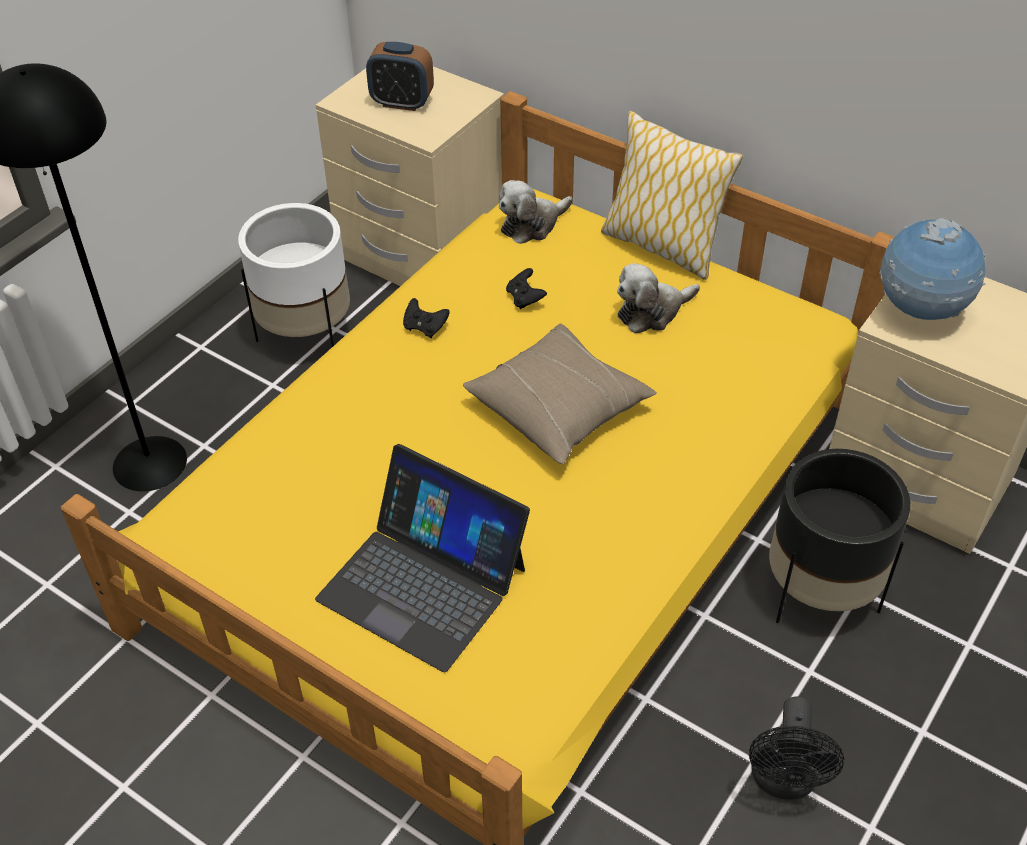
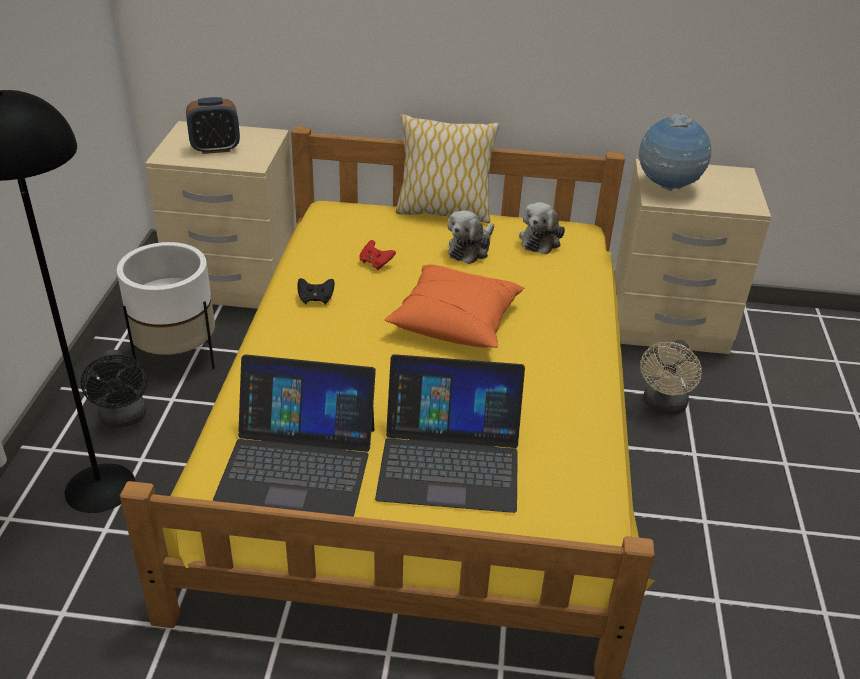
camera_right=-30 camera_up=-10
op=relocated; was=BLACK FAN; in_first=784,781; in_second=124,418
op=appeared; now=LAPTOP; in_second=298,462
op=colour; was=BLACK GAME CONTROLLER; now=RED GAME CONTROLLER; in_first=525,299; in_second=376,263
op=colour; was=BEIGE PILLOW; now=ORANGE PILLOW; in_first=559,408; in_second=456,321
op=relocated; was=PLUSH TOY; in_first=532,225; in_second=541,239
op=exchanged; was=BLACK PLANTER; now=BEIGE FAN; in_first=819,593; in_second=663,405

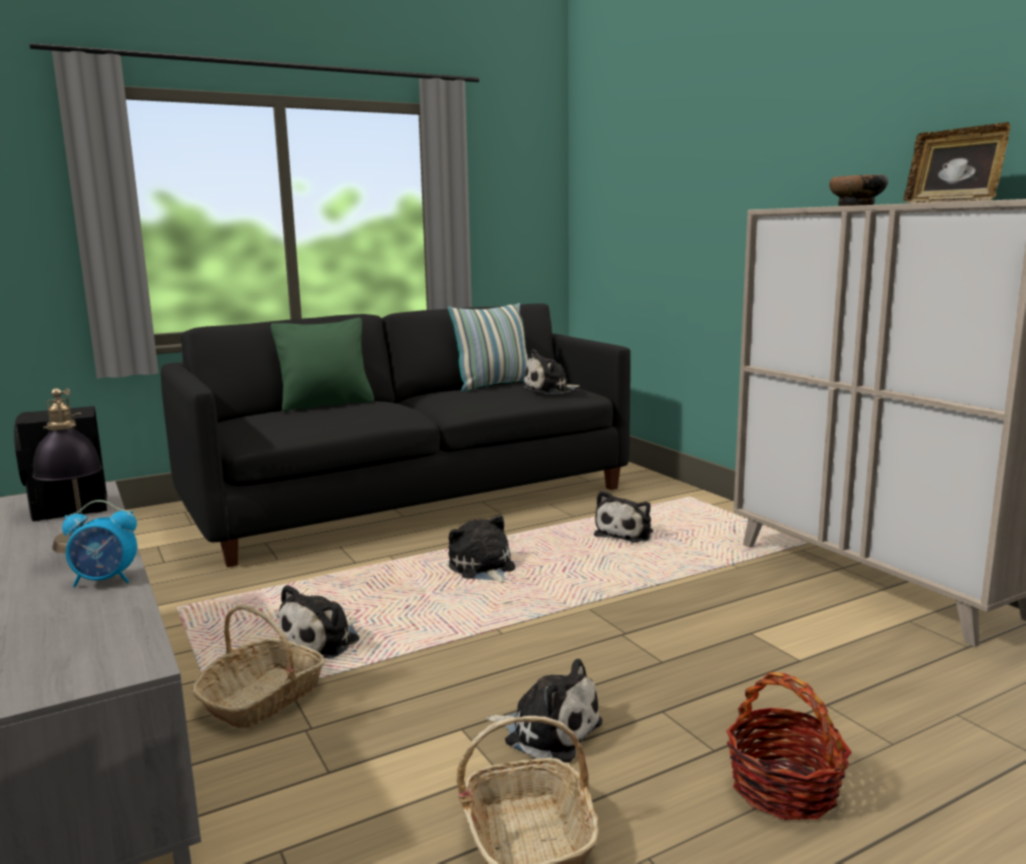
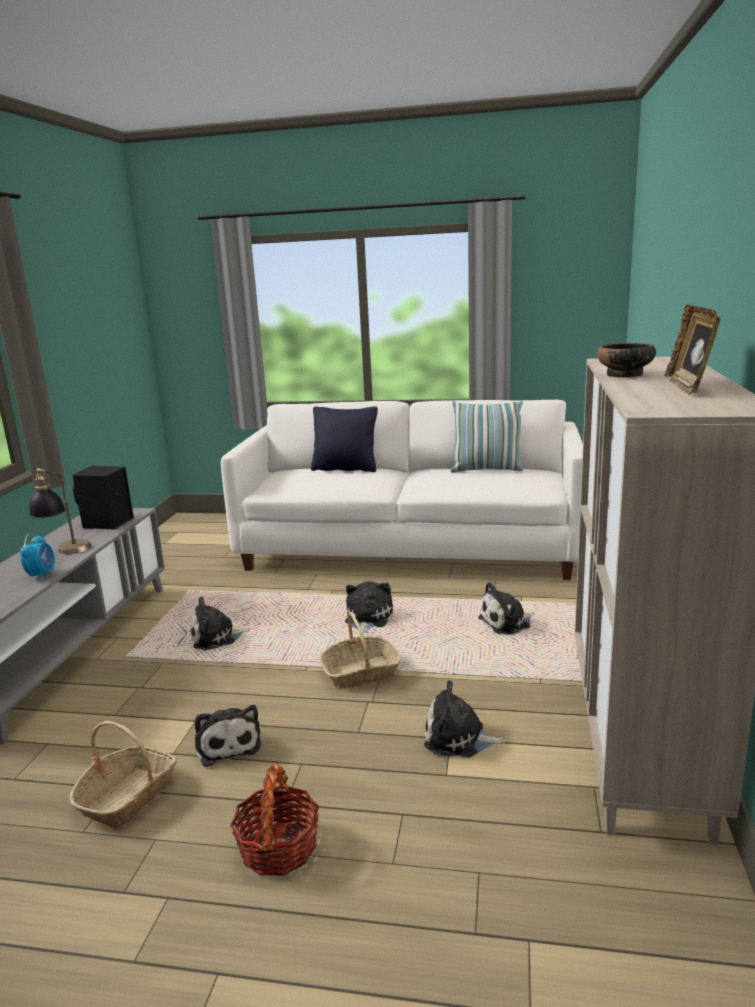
camera_right=40 camera_up=5
op=spun; was=ALARM CLOCK; in_first=105,580; in_second=42,575; clockwise=-120
op=colour; was=BLACK SOFA; now=WHITE SOFA; in_first=410,499; in_second=409,548
op=colour; was=GREEN PILLOW; now=BLACK PILLOW; in_first=326,405; in_second=345,469
op=relocated; was=BASKET; in_first=262,698; in_second=360,673
op=relocated; was=PLUSH TOY; in_first=550,390; in_second=458,739

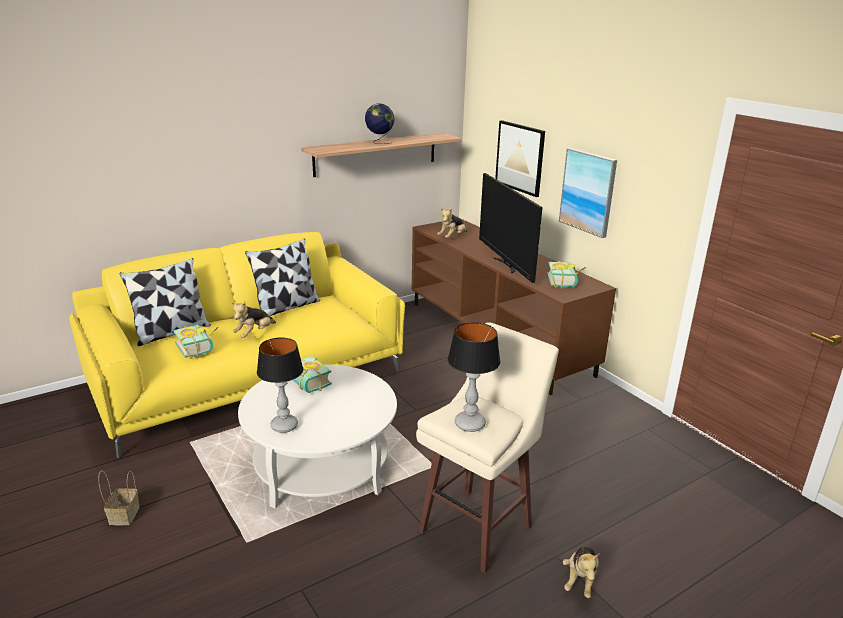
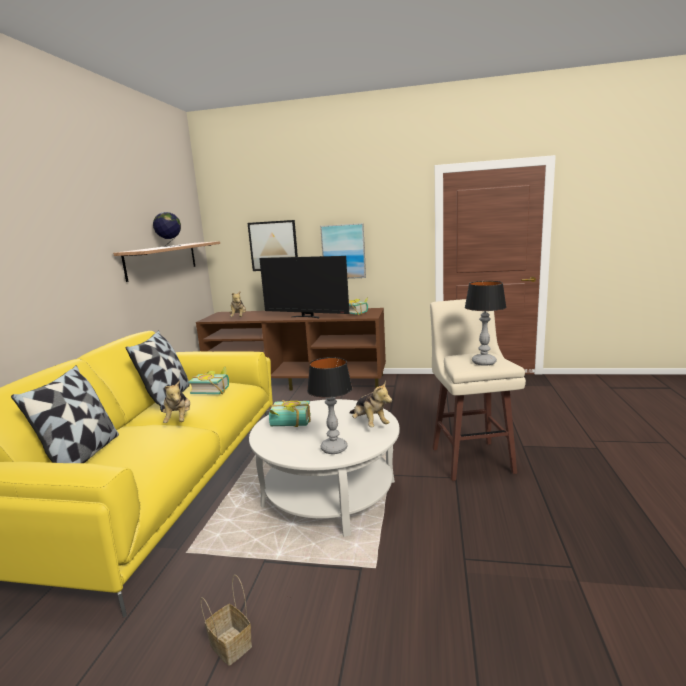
camera_right=-45 camera_up=-10
op=relocated; was=BOOK; in_first=199,348; in_second=212,390
op=relocated; was=PLUSH TOY; in_first=580,580; in_second=369,424

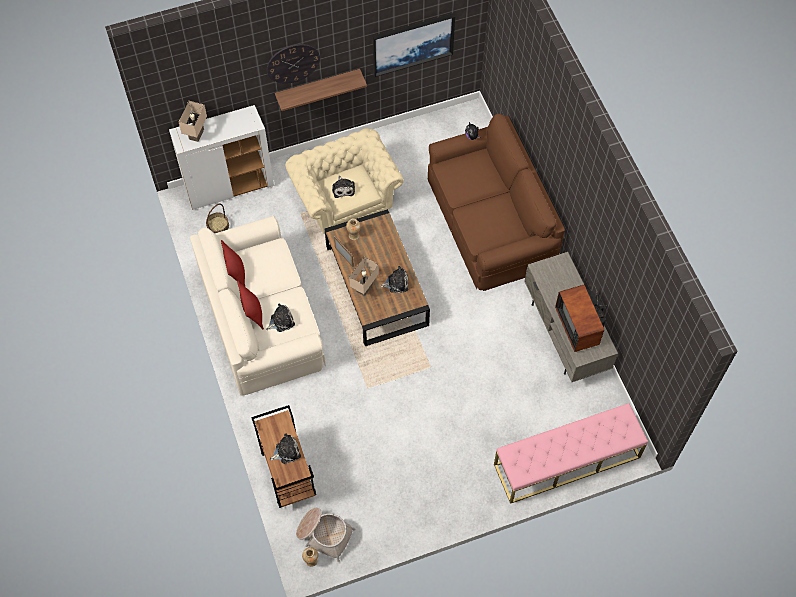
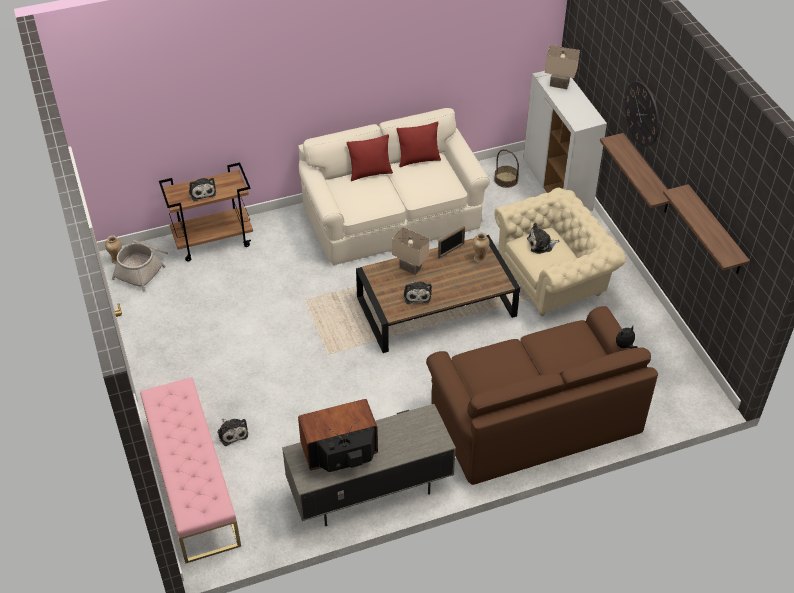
camera_right=90 camera_up=-15
op=relocated; was=PLUSH TOY; in_first=281,321; in_second=232,433
op=exchanged; was=PICTURE; now=SHELF; in_first=412,43; in_second=715,231

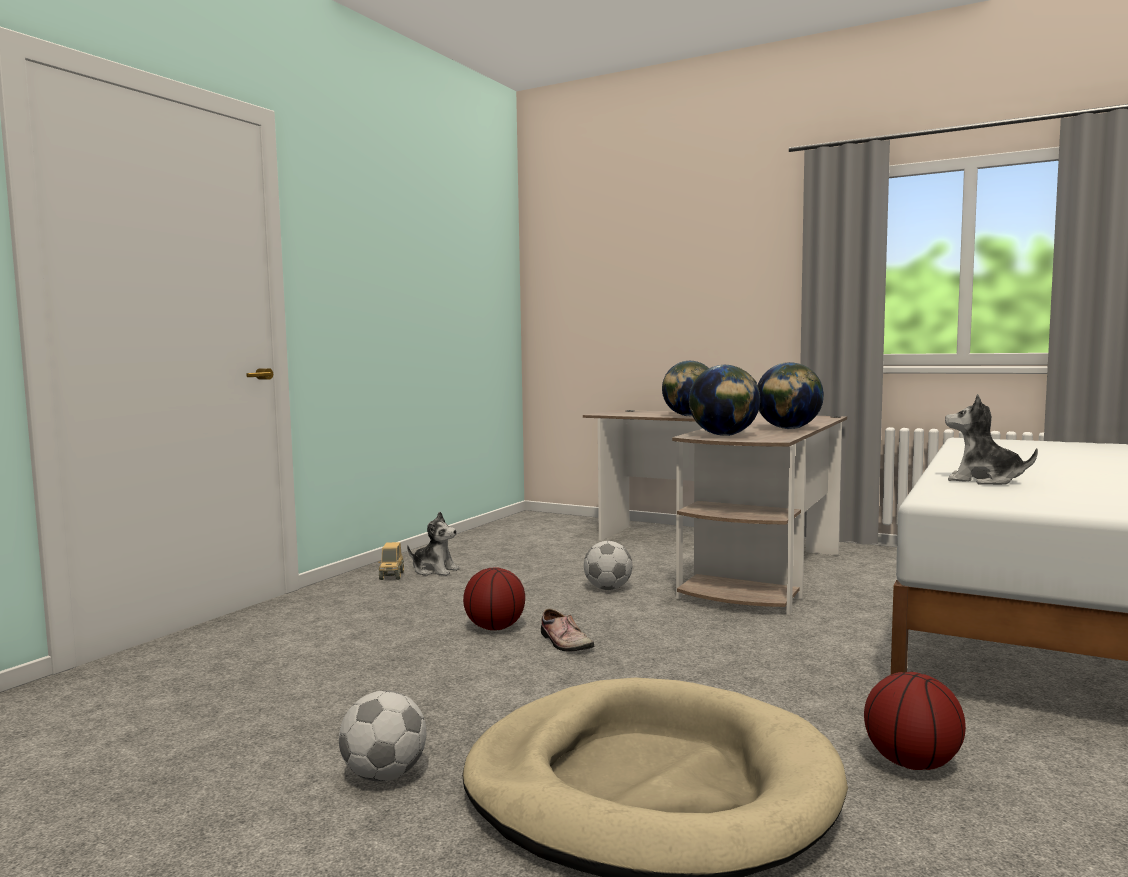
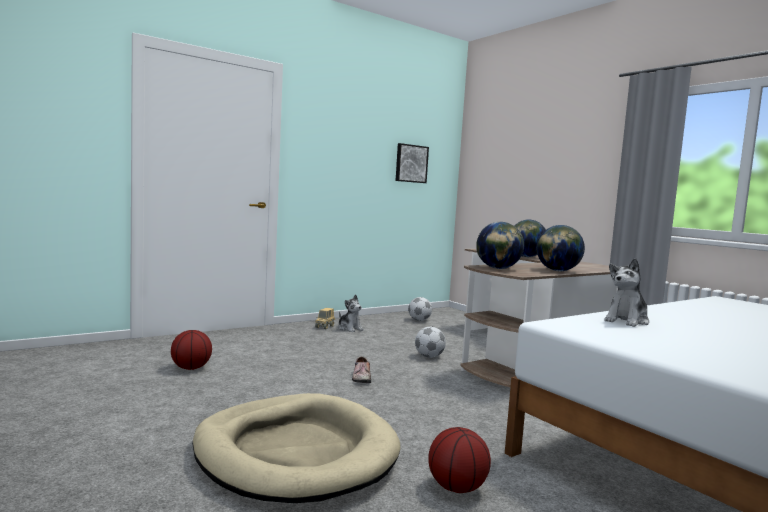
camera_right=25 camera_up=0
op=relocated; was=BASKETBALL; in_first=495,628; in_second=191,368
op=appeared; now=PICTURE; in_second=411,163
op=relocated; was=FOOTBALL; in_first=384,775; in_second=419,320
op=spun; was=PLUSH TOY; in_first=983,481; in_second=626,321; clockwise=-105

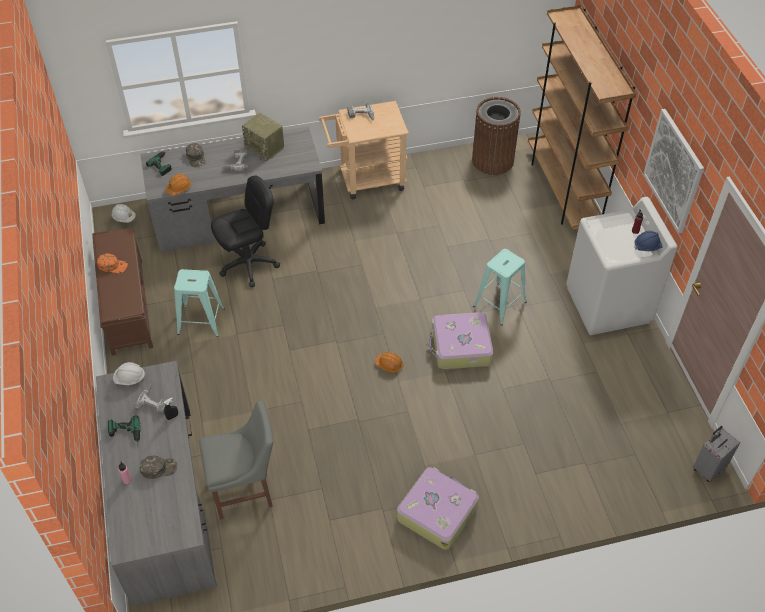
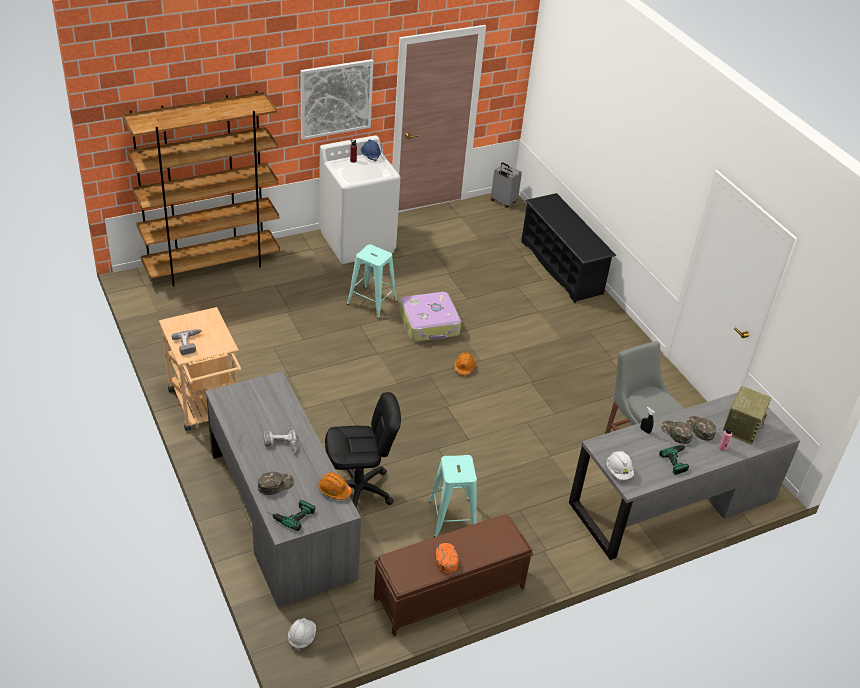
camera_right=-105 camera_up=-10
op=spun; was=BLACK OFFICE CHAIR; in_first=249,264; in_second=359,491; clockwise=120
op=appeared; now=BLACK SHOE RACK; in_second=561,267
op=appeared; now=GREEN CAP; in_second=676,433
op=relocated; was=RADIO; in_first=265,148; in_second=742,427
op=missing; was=POWER DRILL; in_first=155,401
op=missing; was=SUITCASE; in_first=437,512
op=missing; was=BROWN TRASH CAN; in_first=493,160

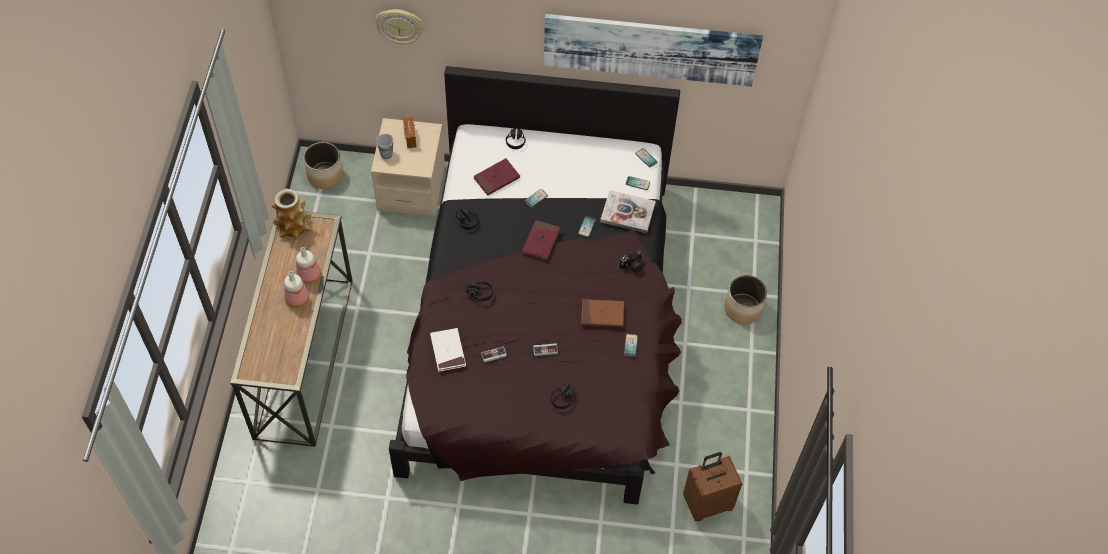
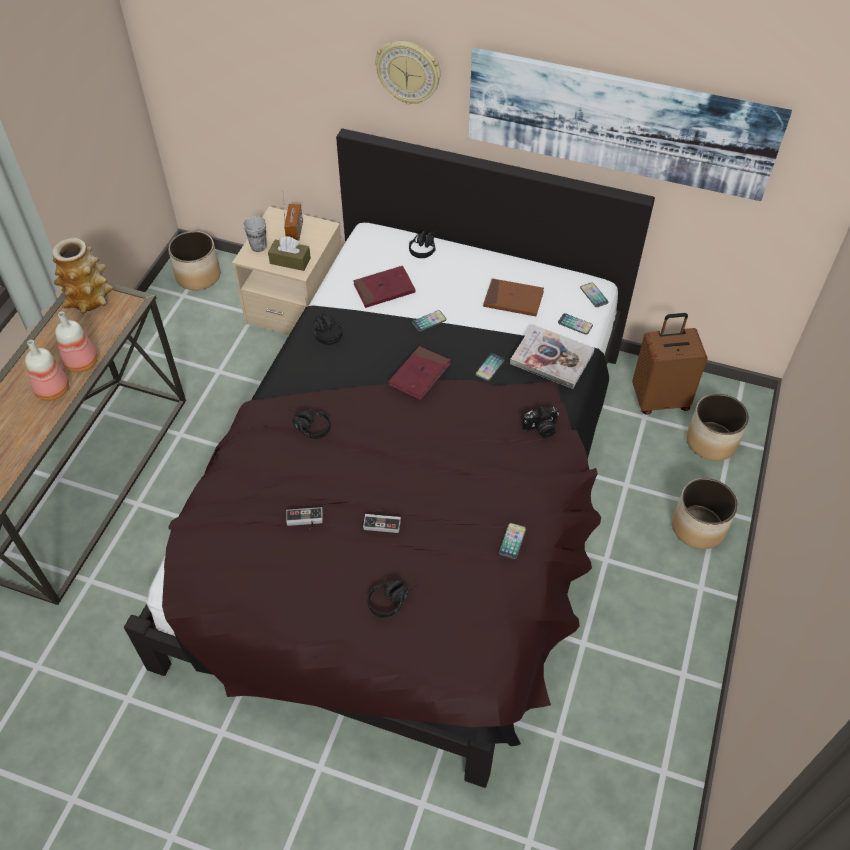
camera_right=15 camera_up=-5
op=appeared; now=BROWN TISSUE BOX; in_second=290,261
op=relocated; was=WALL CLOCK; in_first=400,26; in_second=408,72
op=relocated; was=BROWN BOOK; in_first=602,314; in_second=513,300
op=relocated; was=BROWN SUITCASE; in_first=707,503; in_second=659,399
op=appeared; now=PLANTER; in_second=711,441
op=missing; was=WHITE BOOK; in_first=448,351

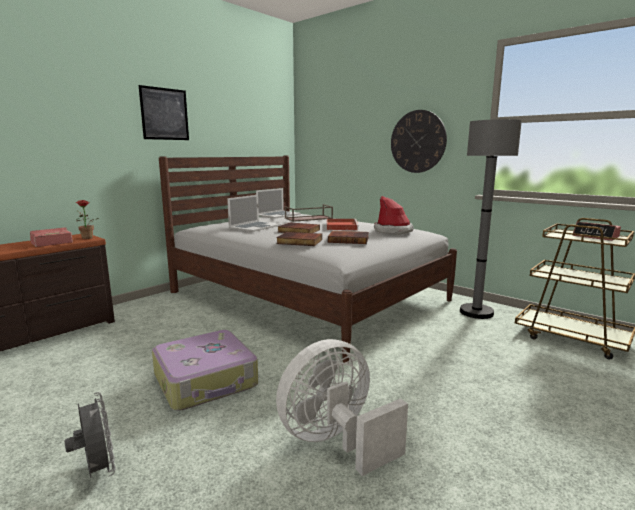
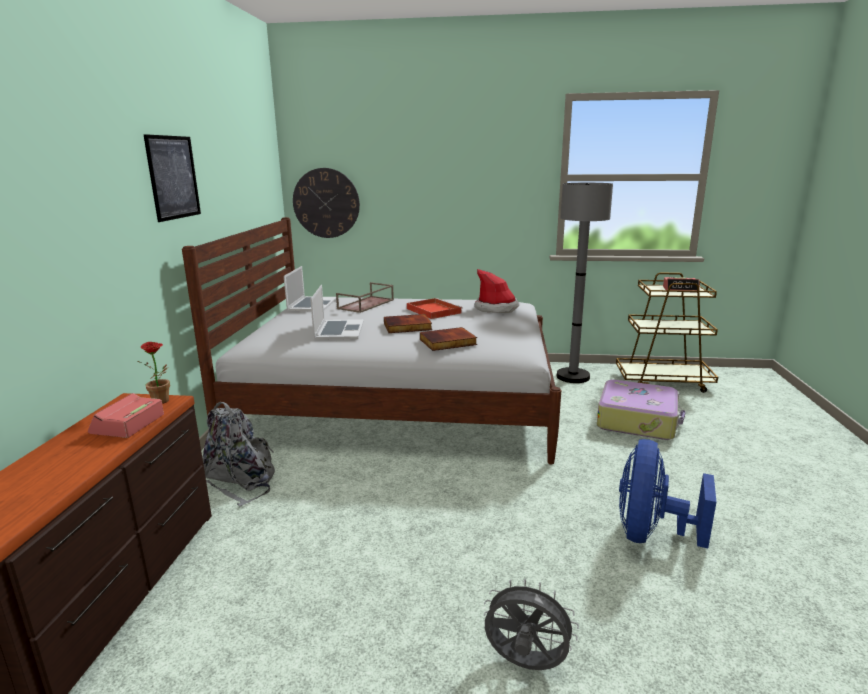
camera_right=-35 camera_up=5
op=appeared; now=GREY BACKPACK; in_second=240,480
op=relocated; was=WALL CLOCK; in_first=418,141; in_second=326,203
op=relocated; was=SUITCASE; in_first=206,380; in_second=637,420
op=colour; was=WHITE FAN; now=BLUE FAN; in_first=335,441; in_second=650,533
op=missing; was=BOOK; in_first=349,240

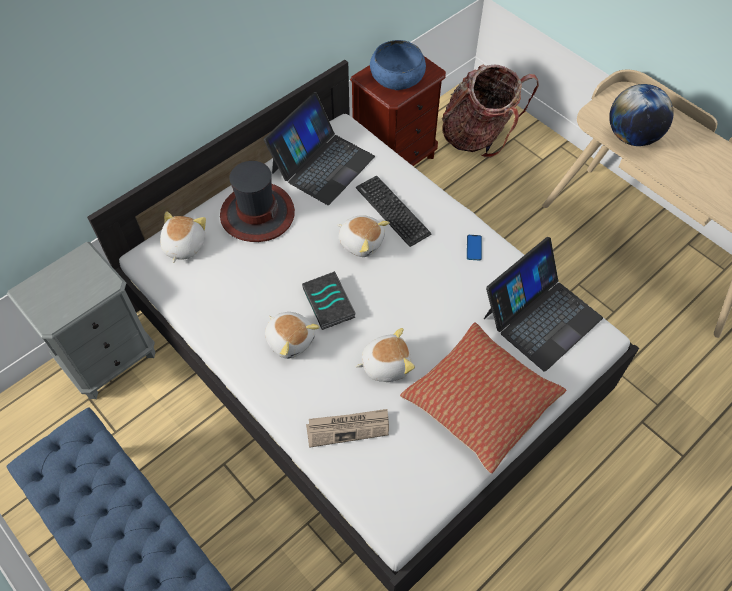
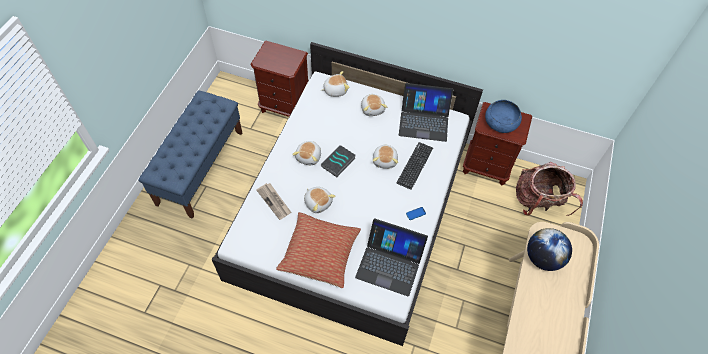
camera_right=60 camera_up=0
op=colour; was=GREY NIGHTSTAND; now=BROWN NIGHTSTAND; in_first=109,358; in_second=284,106
op=exchanged; was=HAT; now=PLUSH TOY; in_first=257,214; in_second=373,109

